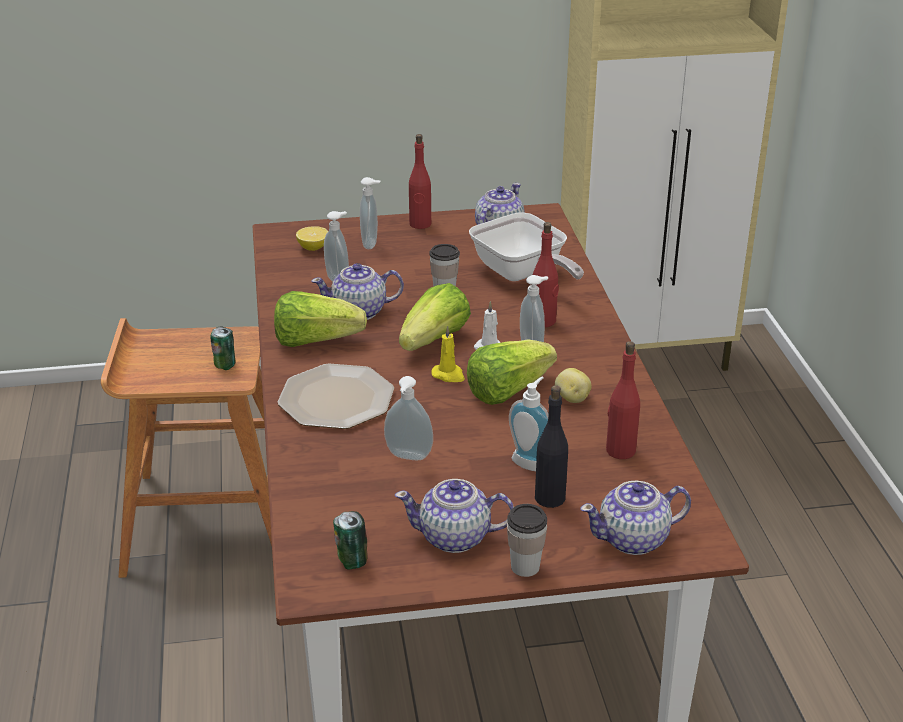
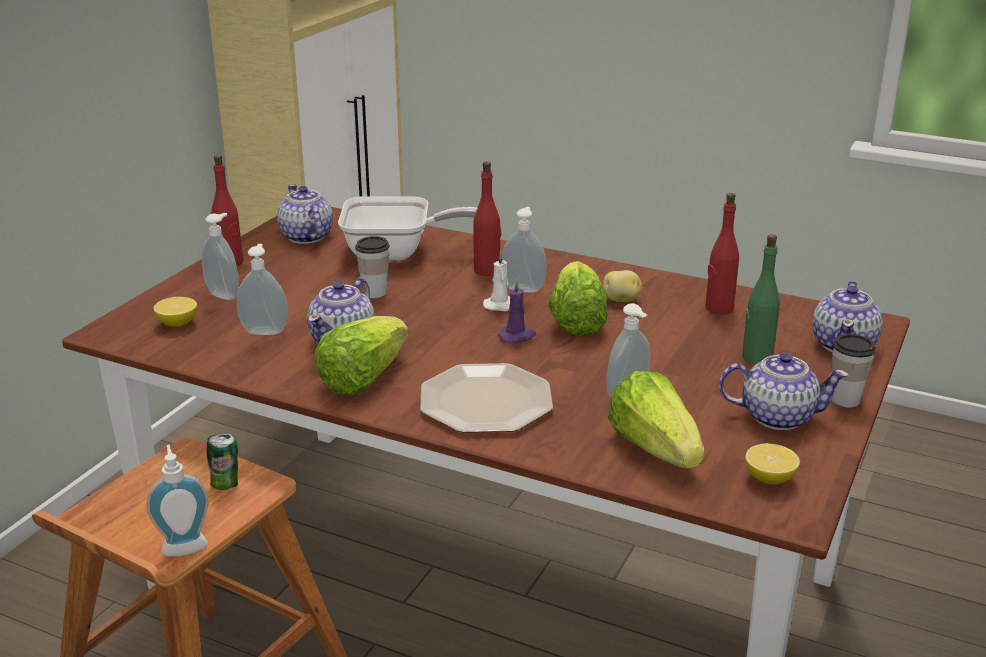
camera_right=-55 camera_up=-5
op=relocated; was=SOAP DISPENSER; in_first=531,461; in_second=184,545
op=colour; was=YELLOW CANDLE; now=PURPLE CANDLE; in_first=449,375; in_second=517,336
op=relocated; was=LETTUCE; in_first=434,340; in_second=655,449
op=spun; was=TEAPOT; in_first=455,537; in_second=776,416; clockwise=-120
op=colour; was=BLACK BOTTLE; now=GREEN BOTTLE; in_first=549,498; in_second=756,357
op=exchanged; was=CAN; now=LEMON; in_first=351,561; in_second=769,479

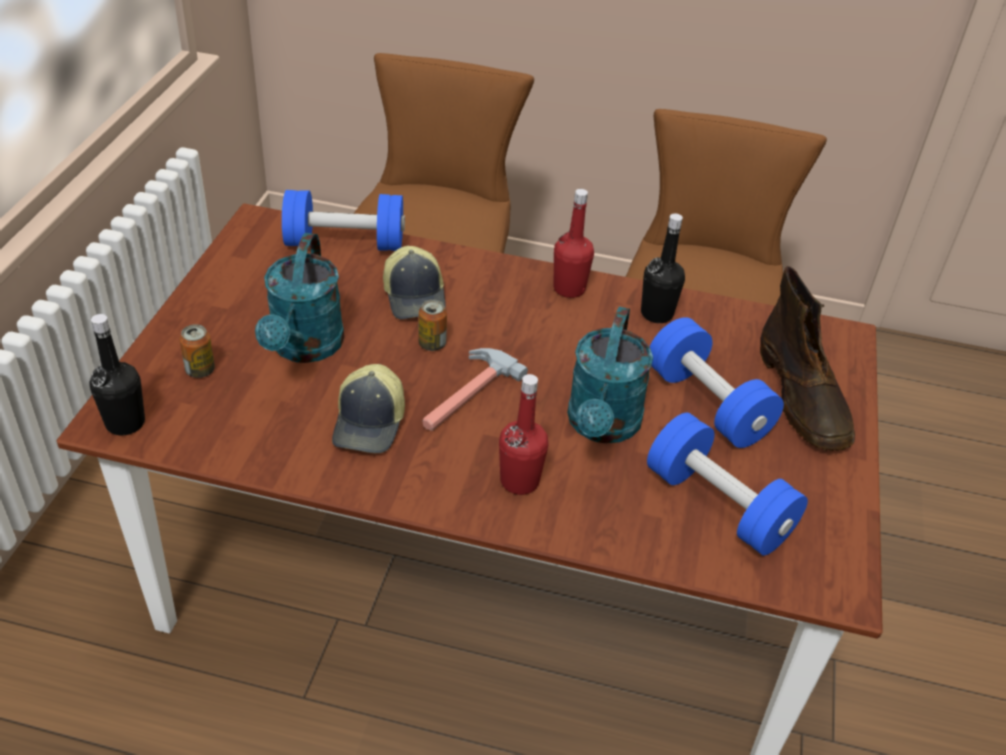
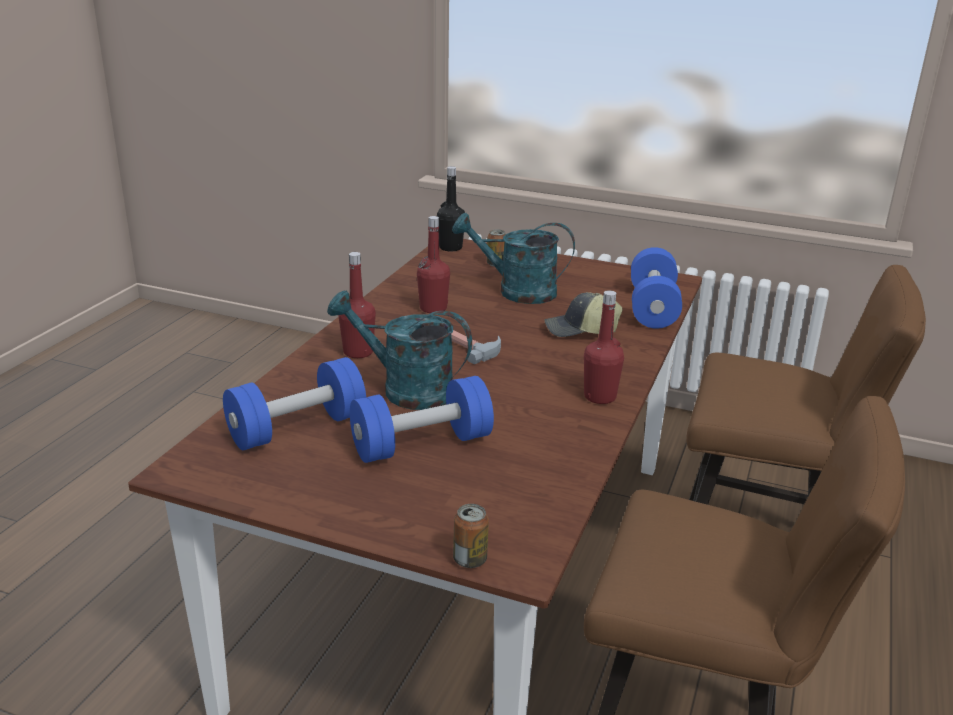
camera_right=100 camera_up=-15
op=exchanged; was=CAP; now=RED BOTTLE; in_first=370,423; in_second=433,308
op=relocated; was=CAN; in_first=432,344; in_second=470,560
op=missing; was=BLACK BOTTLE; in_first=656,314
op=missing; was=BROWN BOOT; in_first=802,397

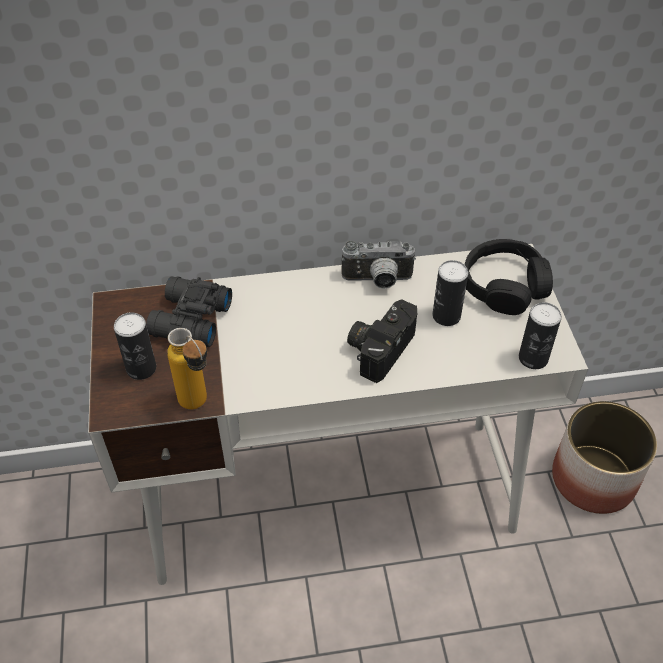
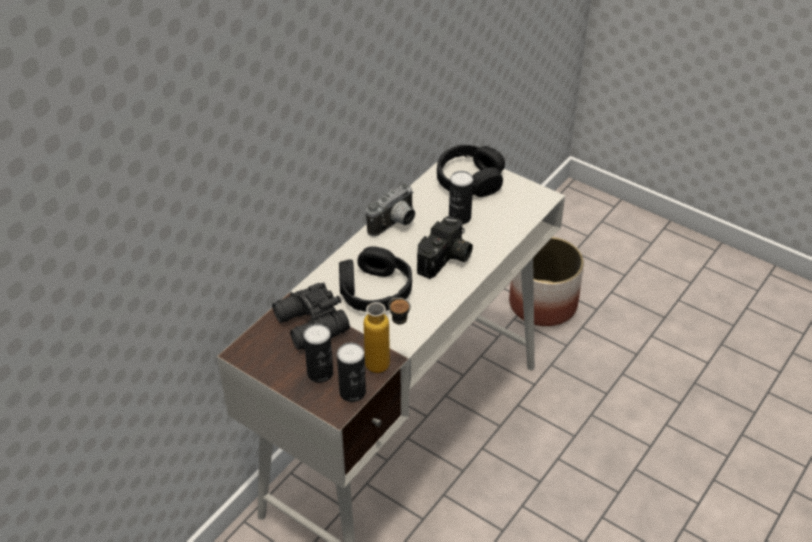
camera_right=-45 camera_up=-5
op=relocated; was=CAN; in_first=533,358; in_second=352,392
op=appeared; now=BLACK HEADPHONES; in_second=374,290
op=spun; was=PHOTO CAMERA; in_first=379,347; in_second=446,260; clockwise=-135

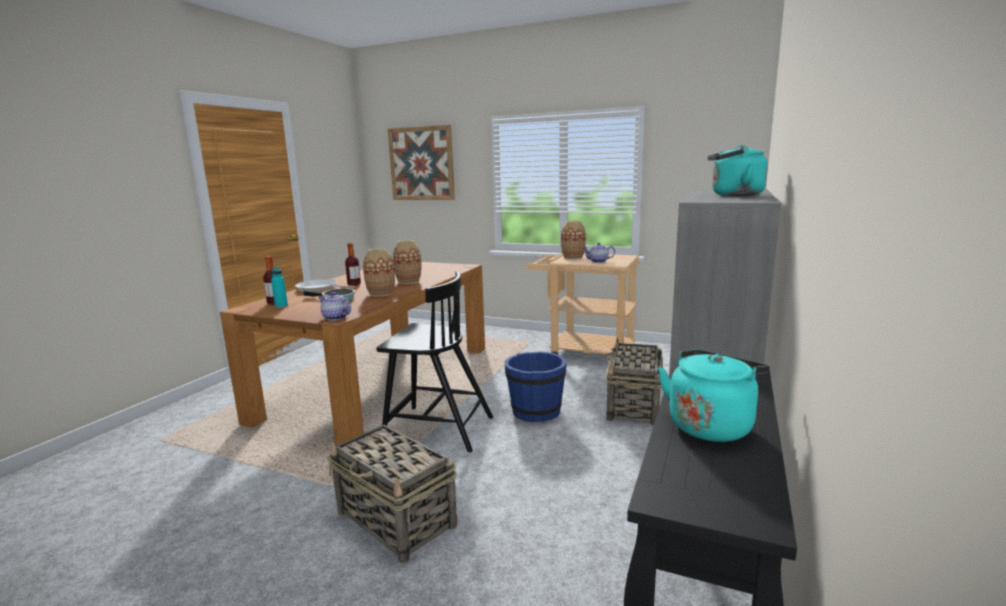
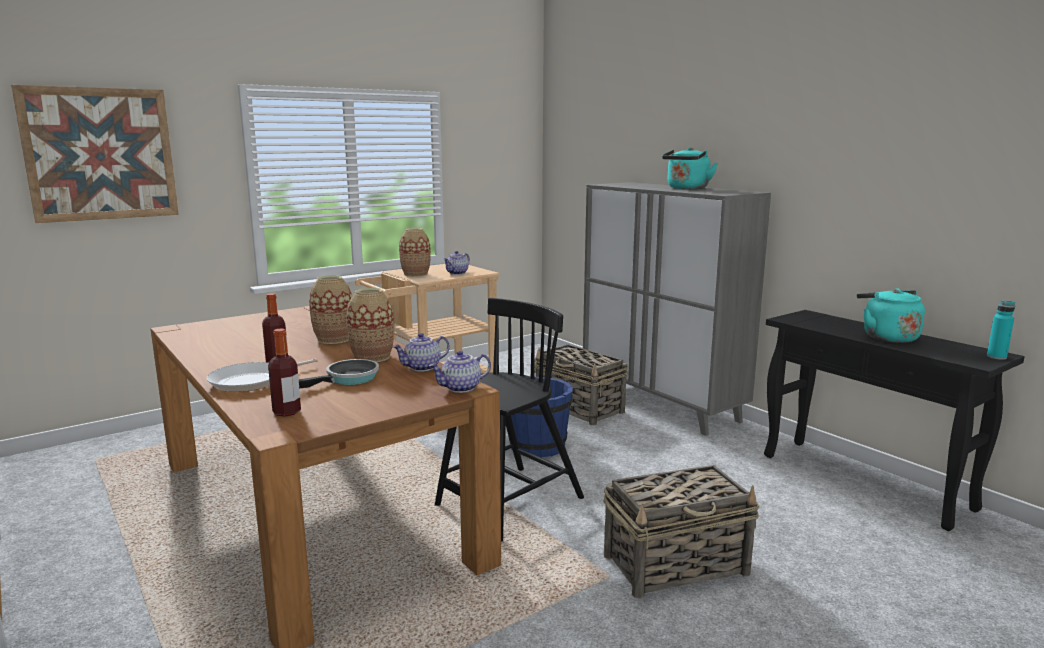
camera_right=-60 camera_up=0
op=appeared; now=TEAPOT; in_second=422,368
op=relocated; was=TURQUOISE BOTTLE; in_first=281,306; in_second=996,357

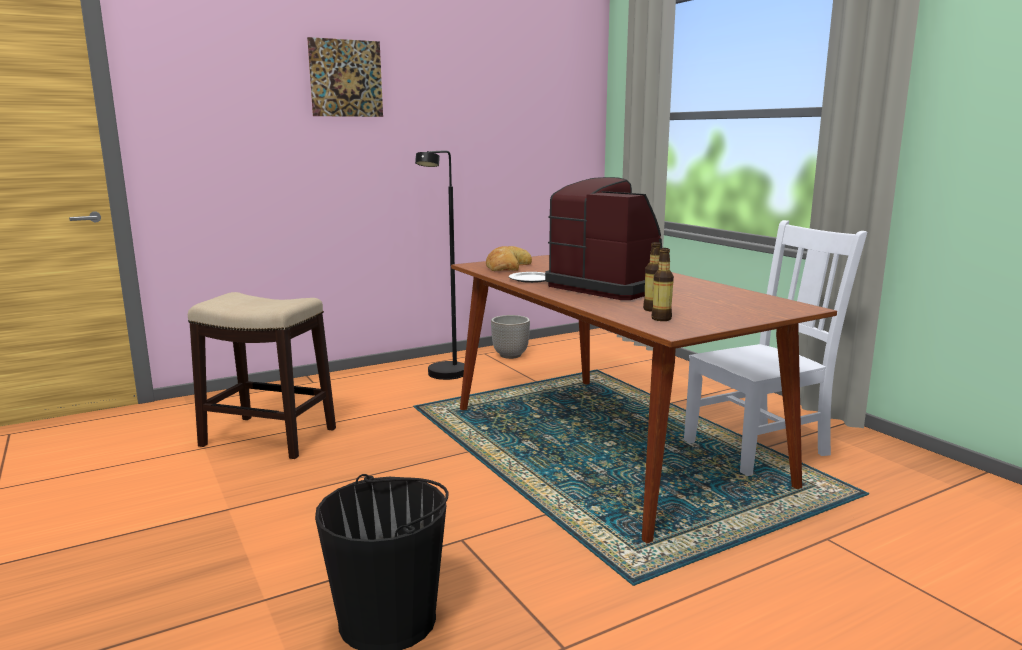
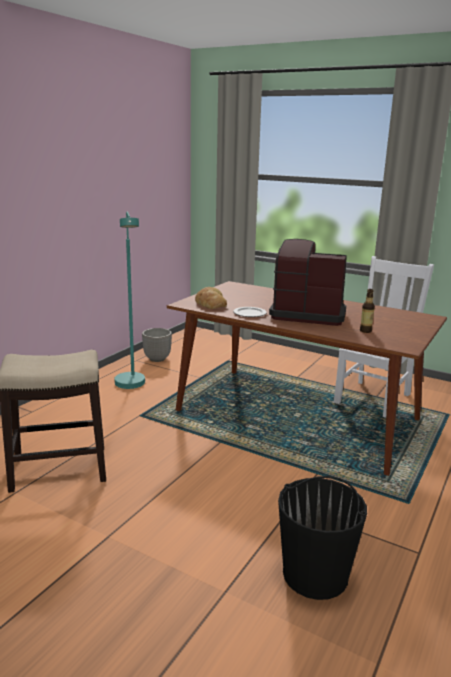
camera_right=-30 camera_up=5
op=colour; was=BLACK FLOOR LAMP; now=TURQUOISE FLOOR LAMP; in_first=444,377; in_second=131,386
op=missing; was=PICTURE; in_first=346,78
op=missing; was=BOTTLE; in_first=661,319

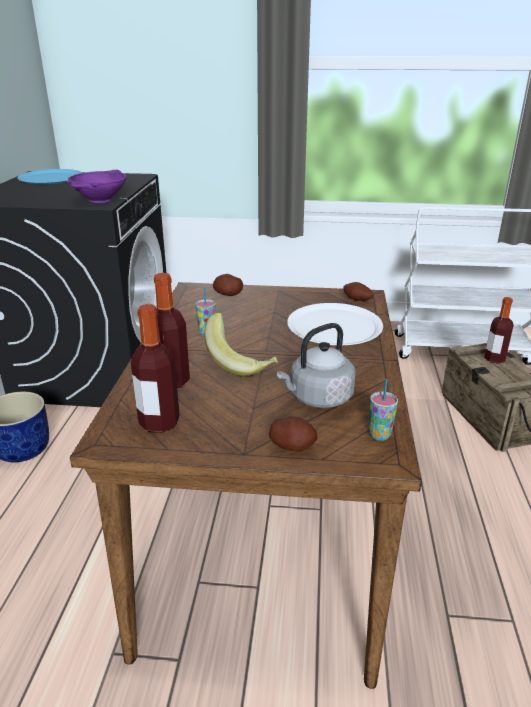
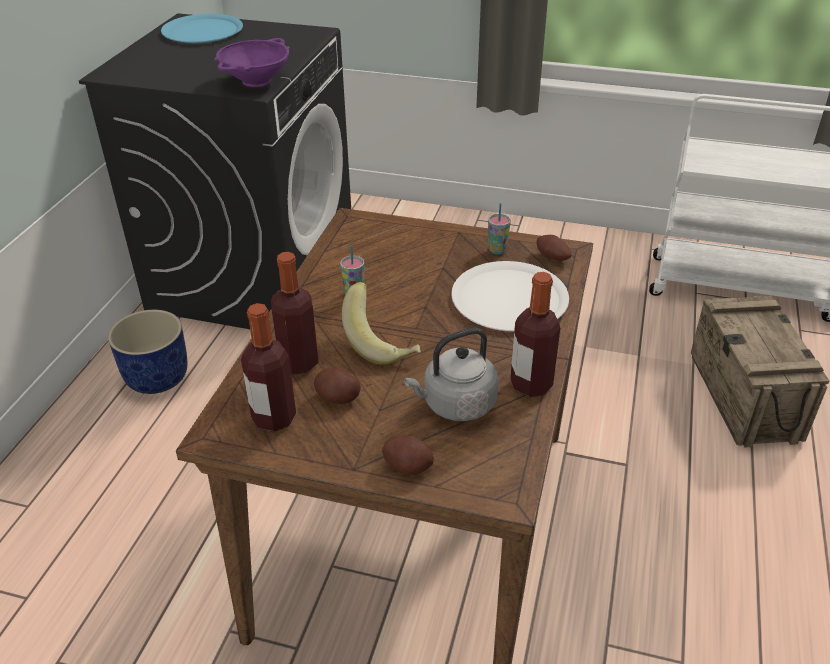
camera_right=10 camera_up=10
op=relocated; was=POTATO; in_first=228,294; in_second=337,397
op=relocated; was=CUP; in_first=379,435; in_second=497,250
op=relocated; was=BOTTLE; in_first=494,359; in_second=531,385

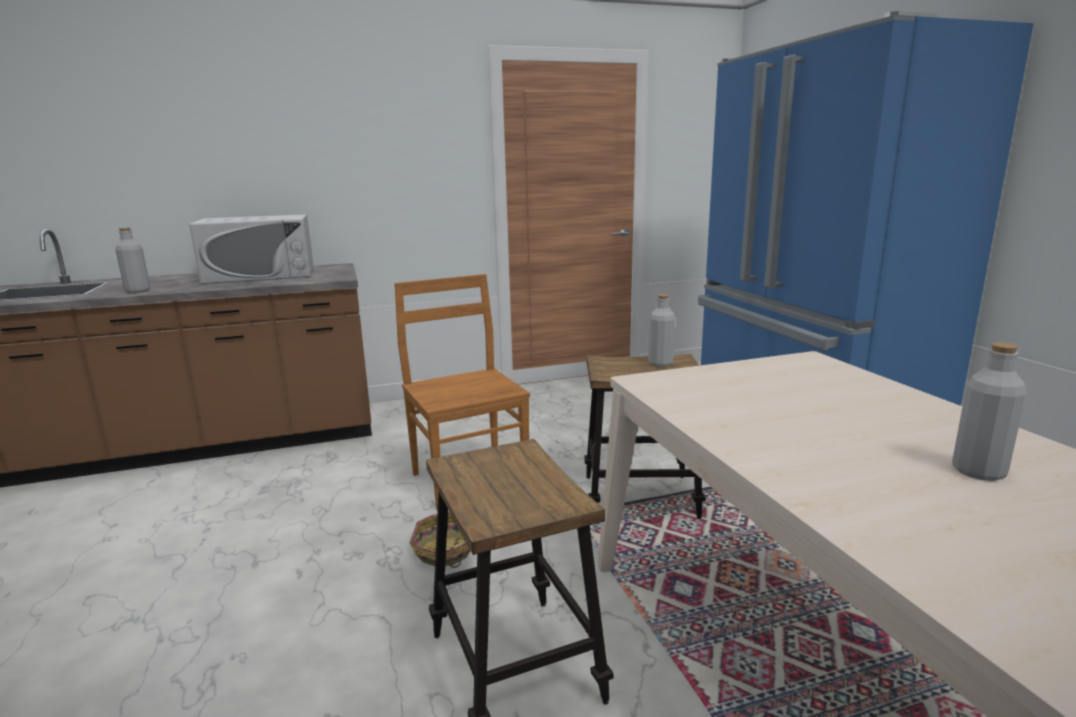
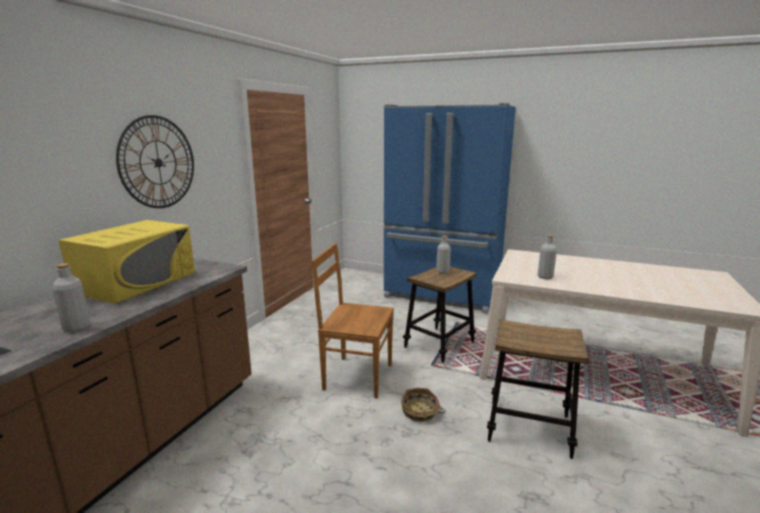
camera_right=-50 camera_up=0
op=colour; was=WHITE MICROWAVE; now=YELLOW MICROWAVE; in_first=261,275; in_second=137,282
op=appeared; now=WALL CLOCK; in_second=158,162
op=relocated; was=GREY BOTTLE; in_first=978,471; in_second=545,277

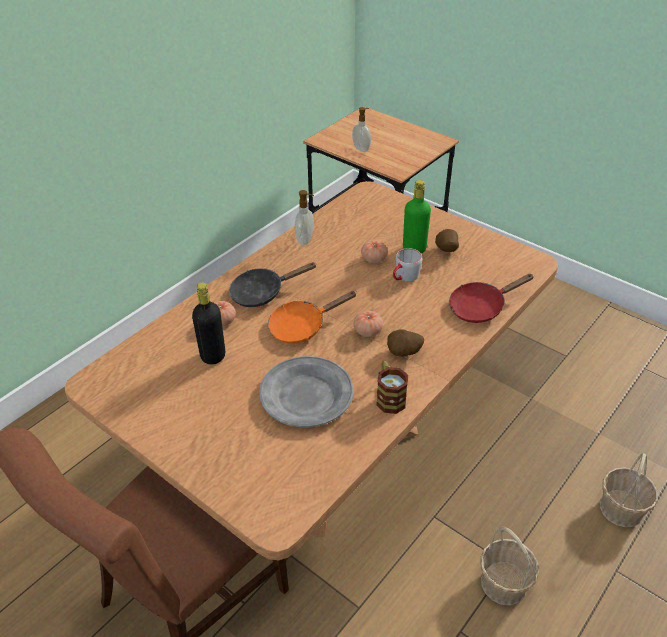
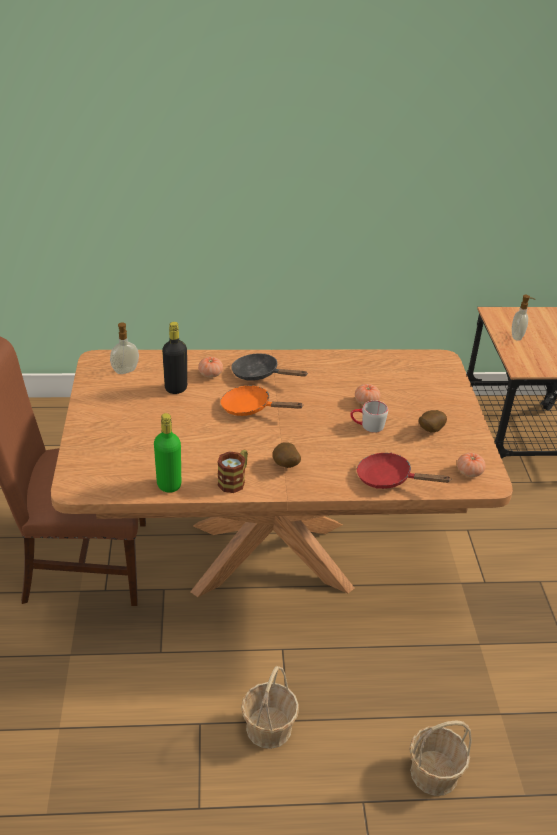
camera_right=45 camera_up=-5
op=relocated; was=SOAP DISPENSER; in_first=305,240; in_second=126,371
op=relocated; was=GREEN BOTTLE; in_first=414,249; in_second=169,485
op=relocated; was=TOMATO; in_first=368,331; in_second=469,472
op=missing; was=GREY PLATE; in_first=306,394

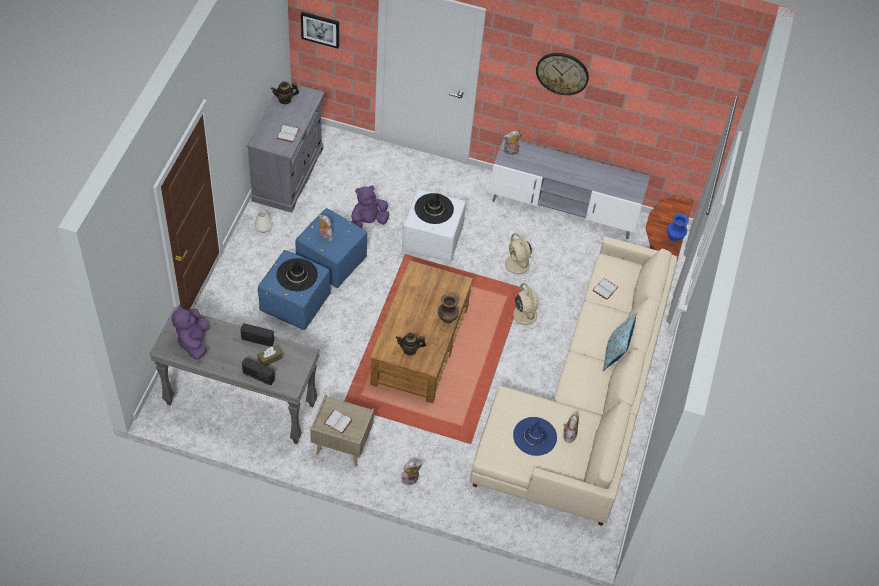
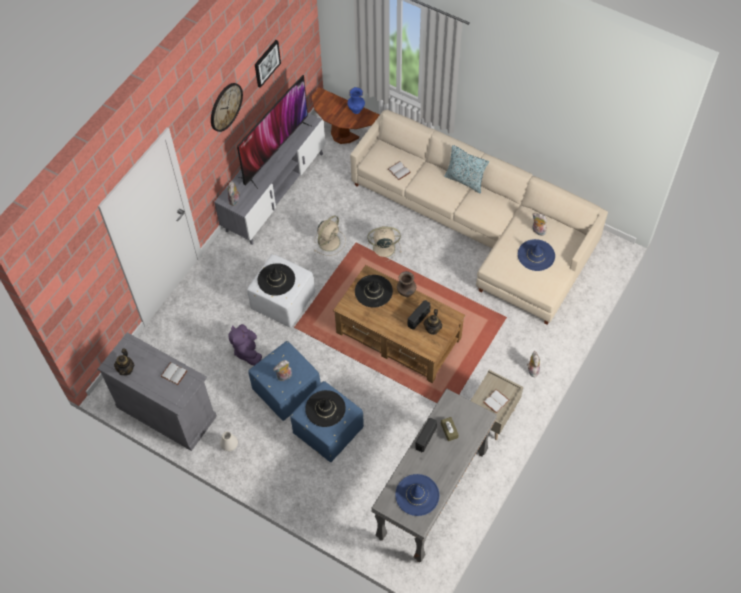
camera_right=-70 camera_up=5
op=appeared; now=TELEVISION; in_second=275,151
op=relocated; was=PICTURE; in_first=320,29; in_second=266,63
op=spun; was=BEIGE FAN; in_first=517,265; in_second=329,241; clockwise=-45
op=appeared; now=BLACK HAT; in_second=373,291
op=exchanged; was=PURPLE PLUSH TOY; now=BLUE HAT; in_first=193,341; in_second=417,495
op=relocated; was=RADIO; in_first=258,376; in_second=419,318

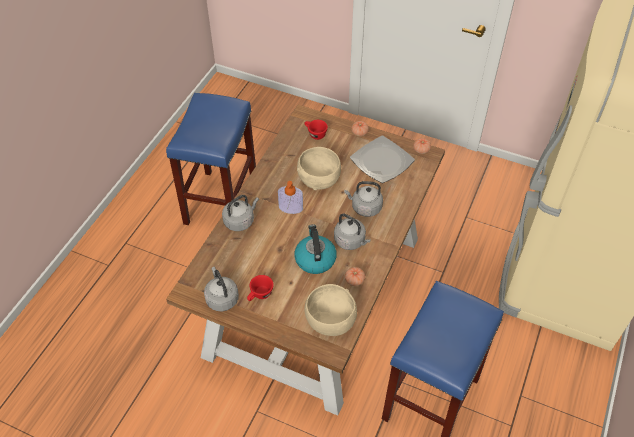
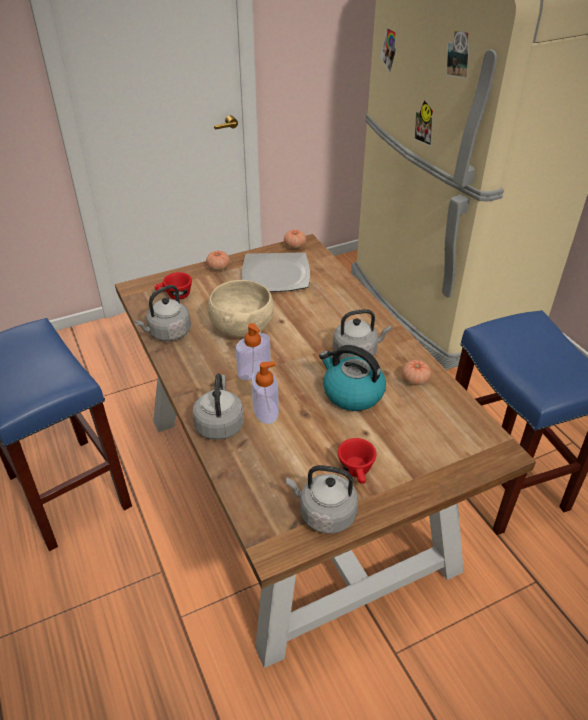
camera_right=-50 camera_up=-10
op=relocated; was=GREY KETTLE; in_first=364,207; in_second=168,333
op=appeared; now=SOAP DISPENSER; in_second=265,410
op=missing; was=BEIGE BOWL; in_first=330,321

